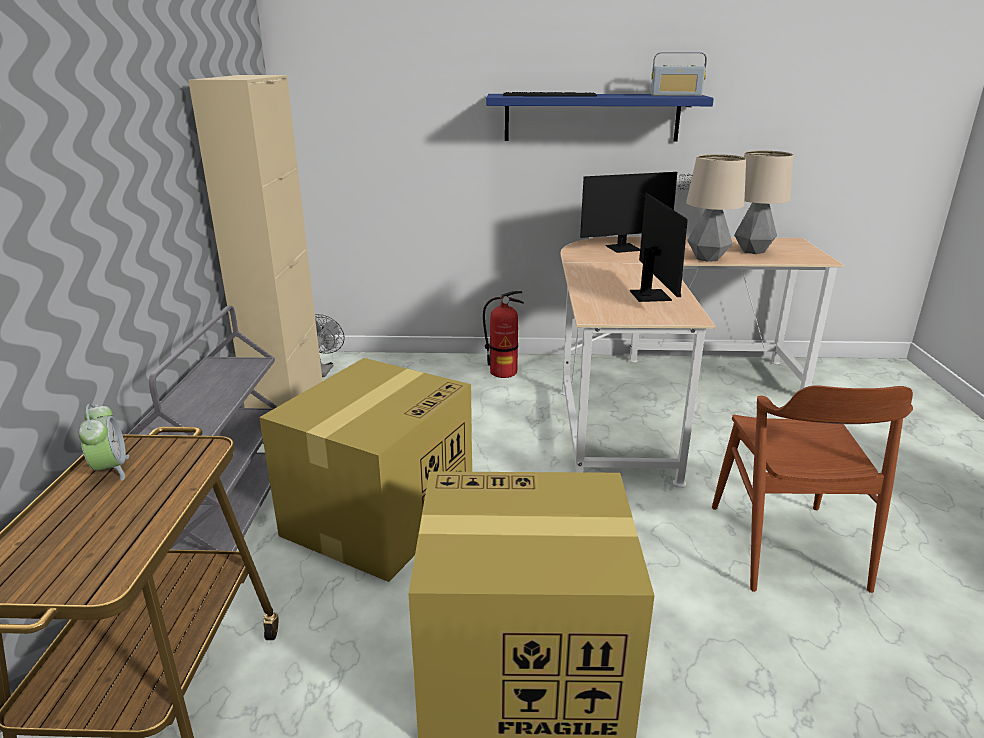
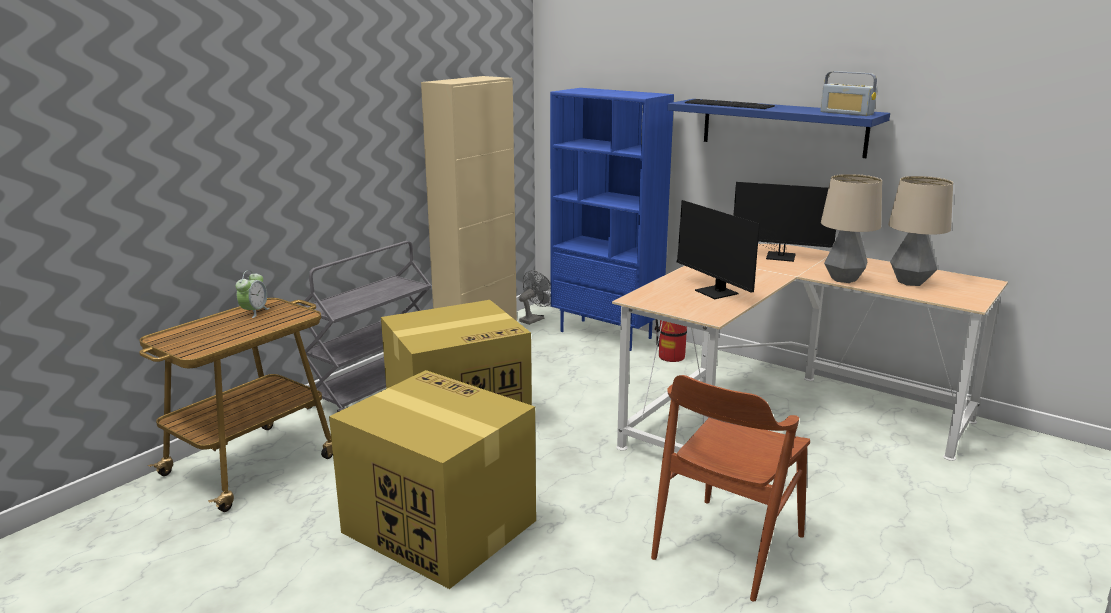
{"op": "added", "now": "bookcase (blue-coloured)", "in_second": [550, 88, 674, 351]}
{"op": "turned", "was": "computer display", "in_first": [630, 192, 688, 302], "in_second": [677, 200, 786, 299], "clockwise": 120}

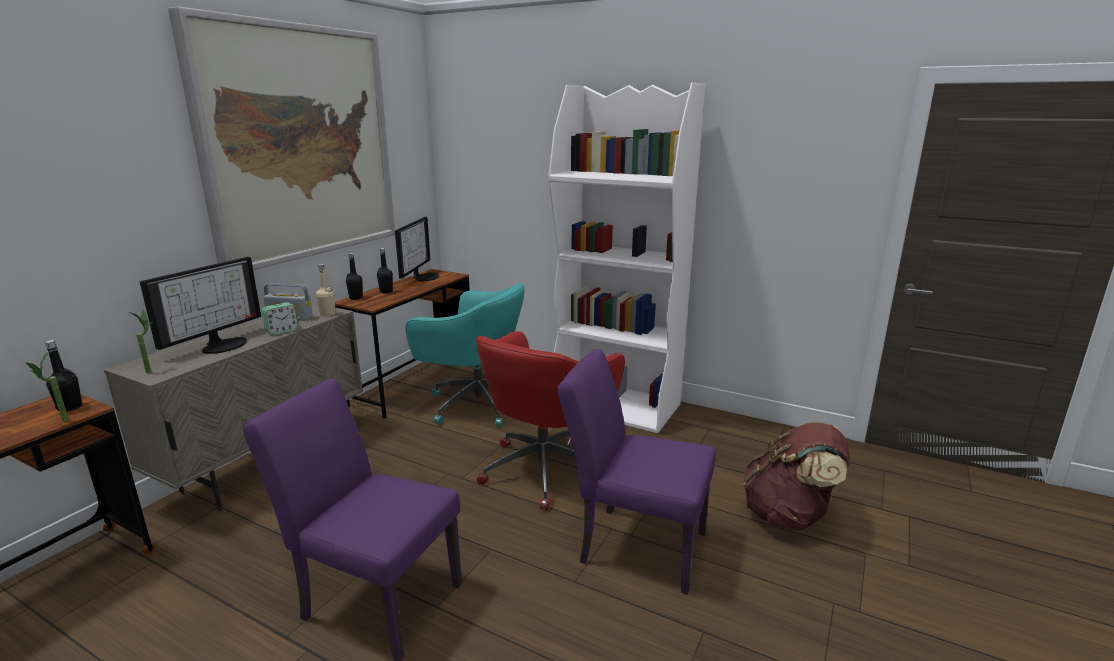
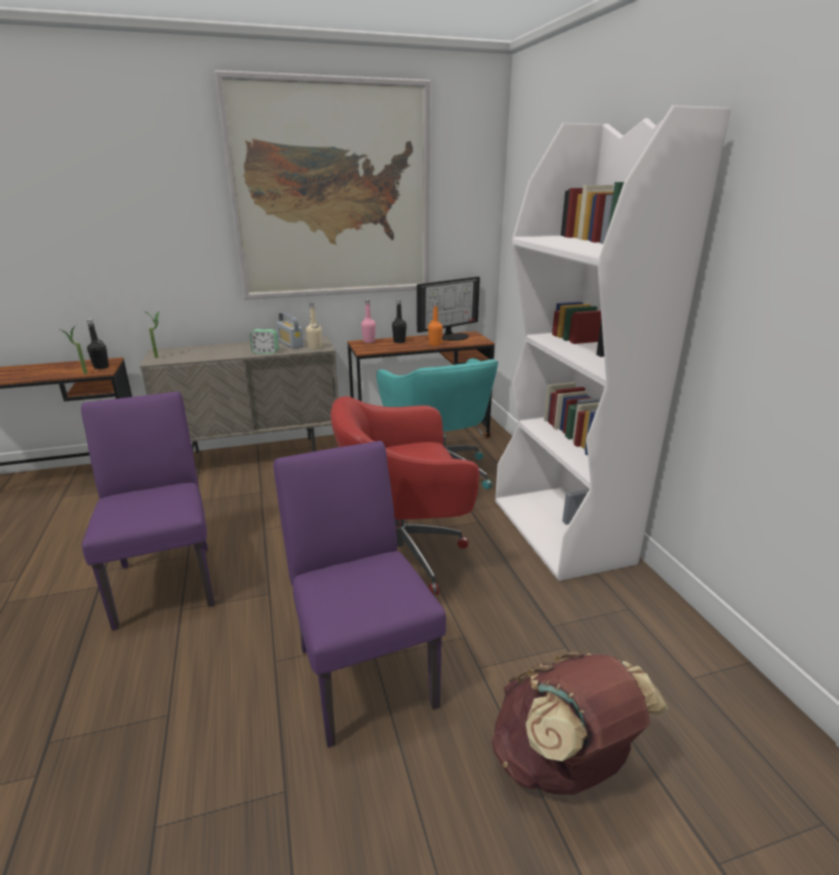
{"op": "recoloured", "was": "bottle (black)", "now": "bottle (pinkish)", "in_first": [346, 253, 363, 300], "in_second": [361, 299, 376, 343]}
{"op": "added", "now": "bottle (orangey)", "in_second": [428, 301, 443, 346]}
{"op": "removed", "was": "computer display", "in_first": [140, 257, 261, 354]}

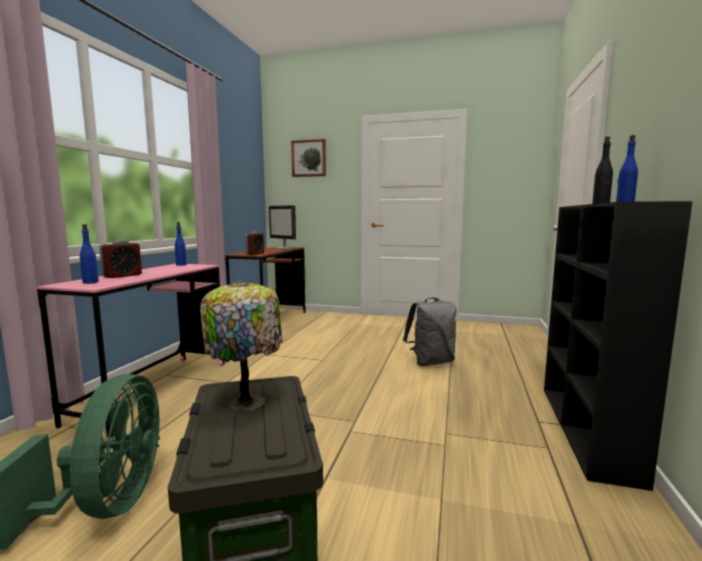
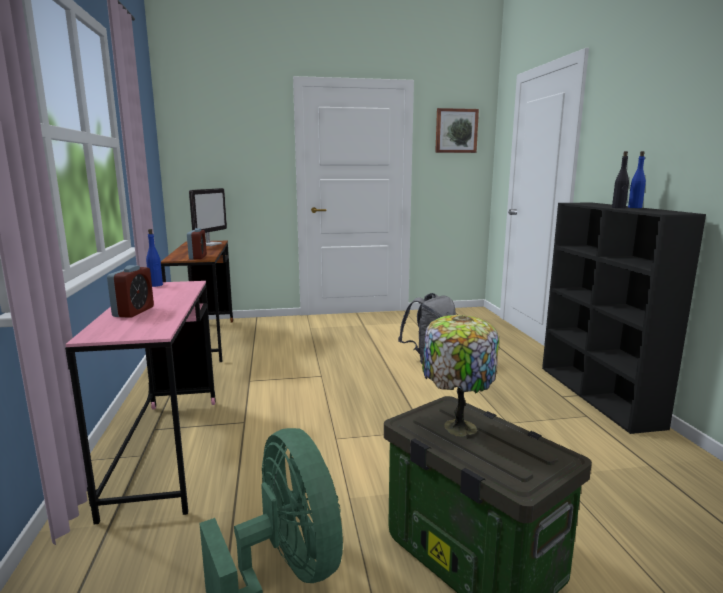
{"op": "turned", "was": "computer display", "in_first": [269, 205, 296, 249], "in_second": [189, 188, 227, 246], "clockwise": -90}
{"op": "moved", "was": "wall picture", "in_first": [291, 139, 326, 177], "in_second": [435, 108, 479, 153]}
{"op": "removed", "was": "bottle (blue-coloured)", "in_first": [80, 224, 99, 284]}

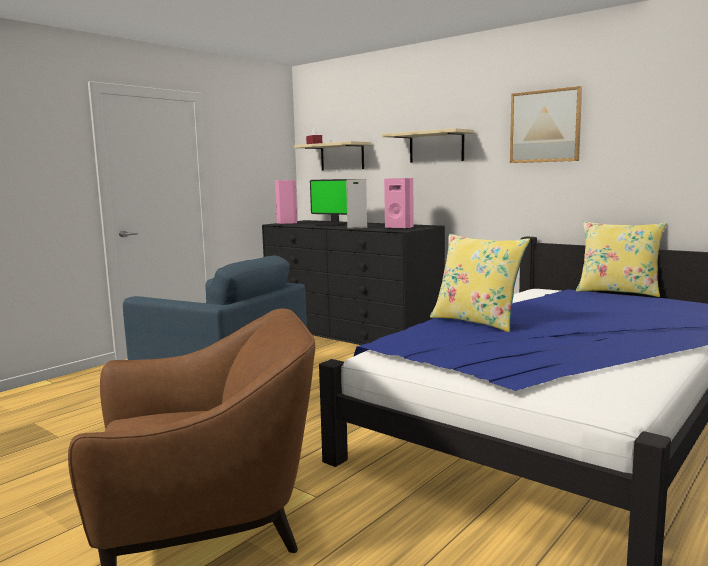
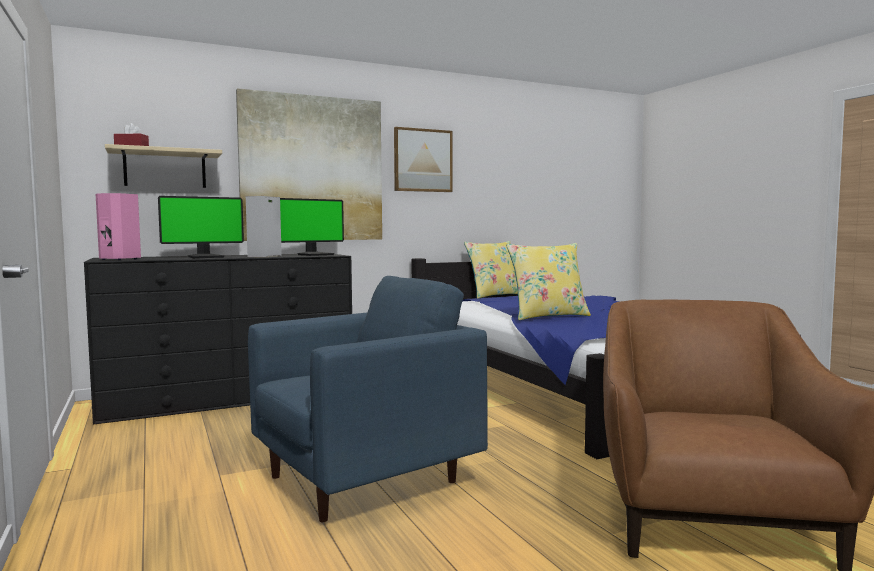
{"op": "replaced", "was": "wall shelf (beige-coloured)", "now": "wall picture", "in_first": [382, 128, 474, 163], "in_second": [236, 88, 382, 241]}
{"op": "replaced", "was": "audio speaker (pinkish)", "now": "computer display", "in_first": [384, 178, 414, 229], "in_second": [280, 198, 344, 256]}

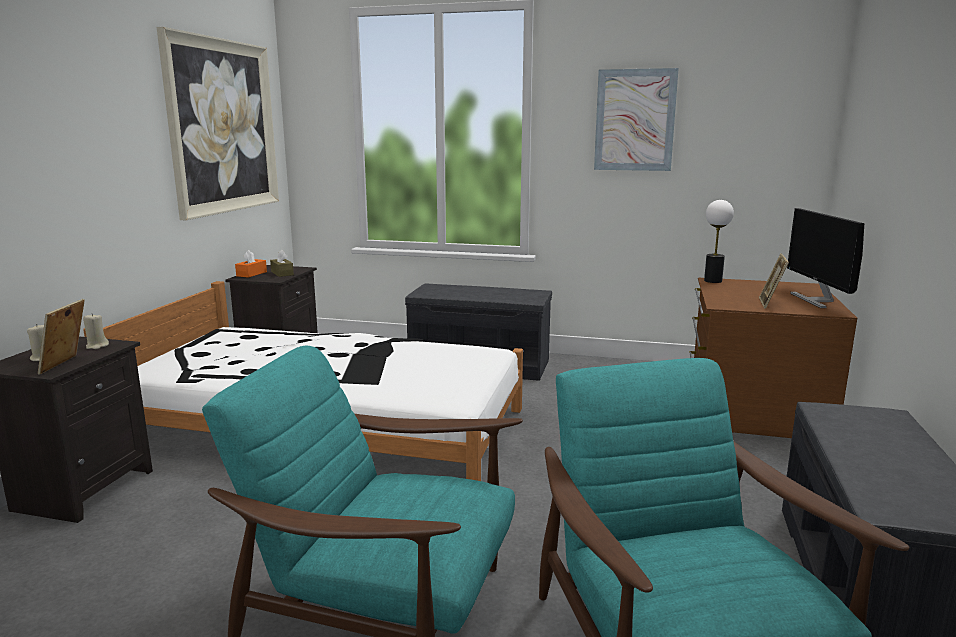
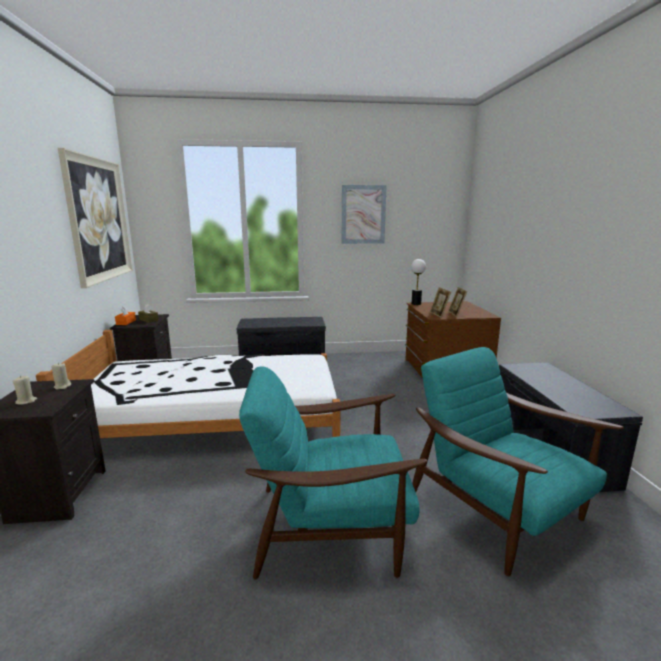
{"op": "moved", "was": "standing frame", "in_first": [38, 299, 85, 375], "in_second": [430, 287, 451, 318]}
{"op": "removed", "was": "computer display", "in_first": [787, 208, 864, 308]}

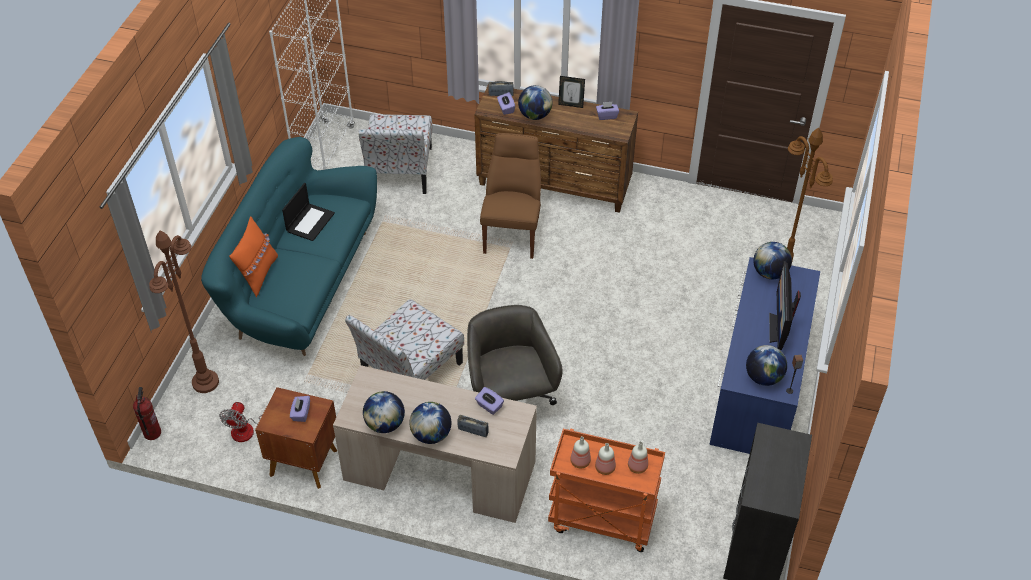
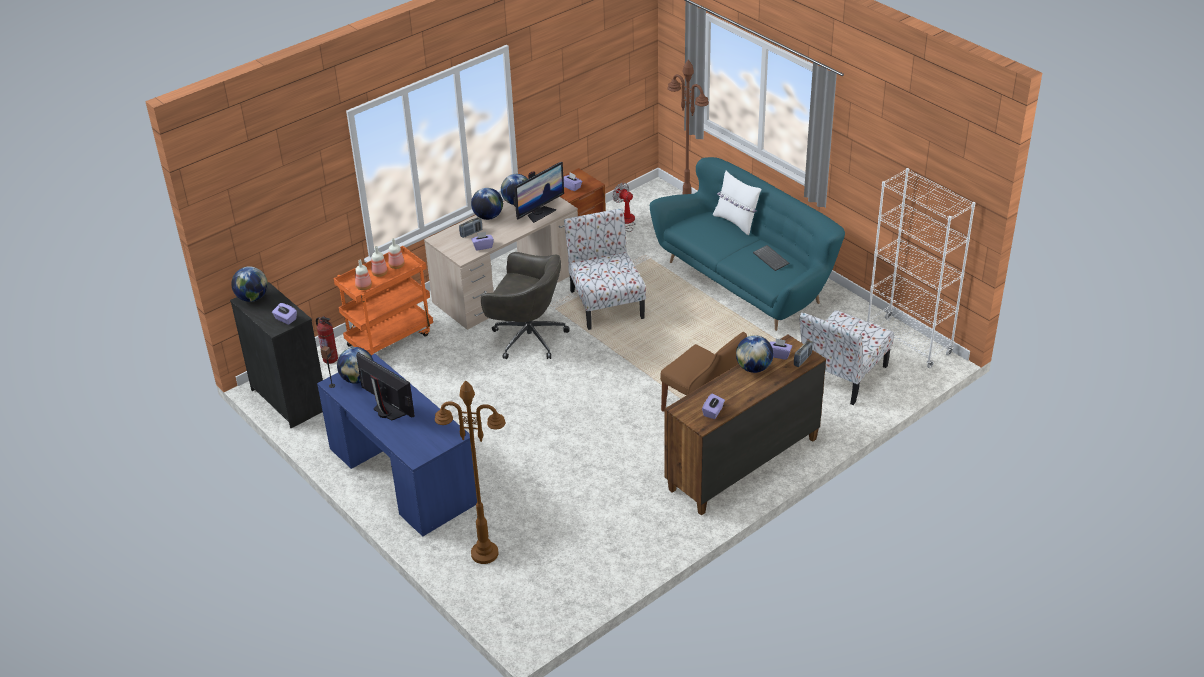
{"op": "moved", "was": "world globe", "in_first": [753, 242, 792, 279], "in_second": [231, 266, 268, 302]}
{"op": "added", "now": "tissue box (purple)", "in_second": [272, 303, 297, 325]}
{"op": "moved", "was": "fire extinguisher", "in_first": [133, 387, 161, 440], "in_second": [316, 316, 338, 364]}
{"op": "added", "now": "computer display", "in_second": [513, 162, 564, 223]}
{"op": "recoloured", "was": "pillow (orangey)", "now": "pillow (white)", "in_first": [229, 216, 278, 297], "in_second": [713, 171, 761, 235]}
{"op": "replaced", "was": "portable computer", "now": "PC keyboard", "in_first": [282, 183, 335, 241], "in_second": [753, 245, 789, 271]}
{"op": "turned", "was": "chair", "in_first": [358, 114, 432, 194], "in_second": [799, 310, 894, 405], "clockwise": -90}
{"op": "removed", "was": "standing frame", "in_first": [558, 76, 585, 108]}

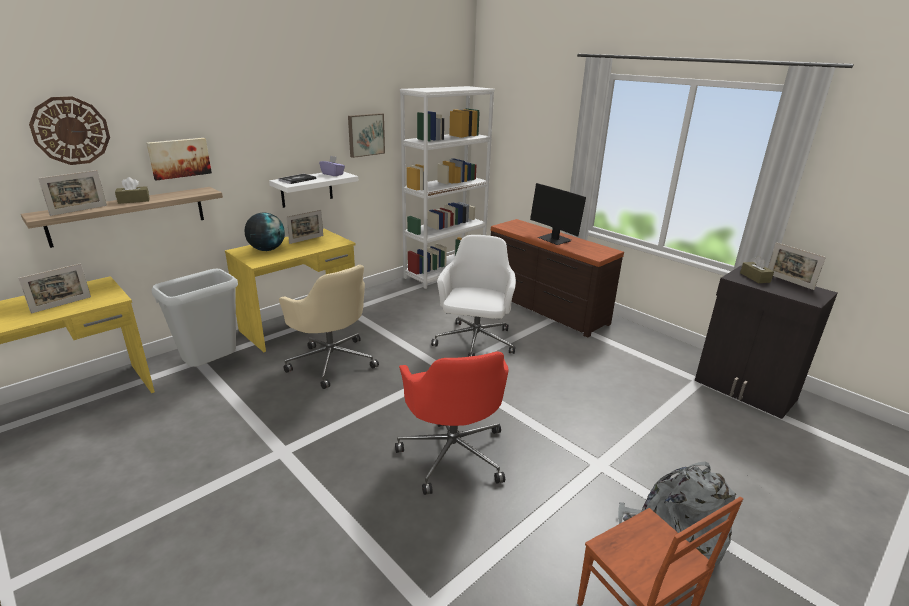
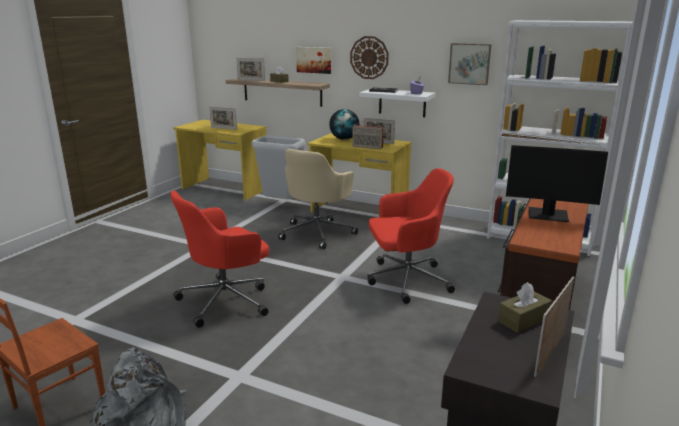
{"op": "moved", "was": "clock on the wall", "in_first": [29, 96, 110, 165], "in_second": [350, 36, 389, 79]}
{"op": "added", "now": "radio", "in_second": [352, 121, 384, 149]}
{"op": "recoloured", "was": "desk chair (white)", "now": "desk chair (red)", "in_first": [431, 235, 516, 357], "in_second": [367, 168, 455, 304]}
{"op": "turned", "was": "computer display", "in_first": [530, 183, 586, 245], "in_second": [506, 145, 608, 222], "clockwise": -105}

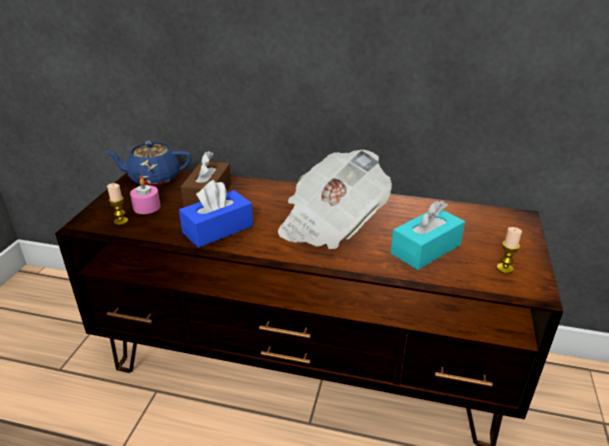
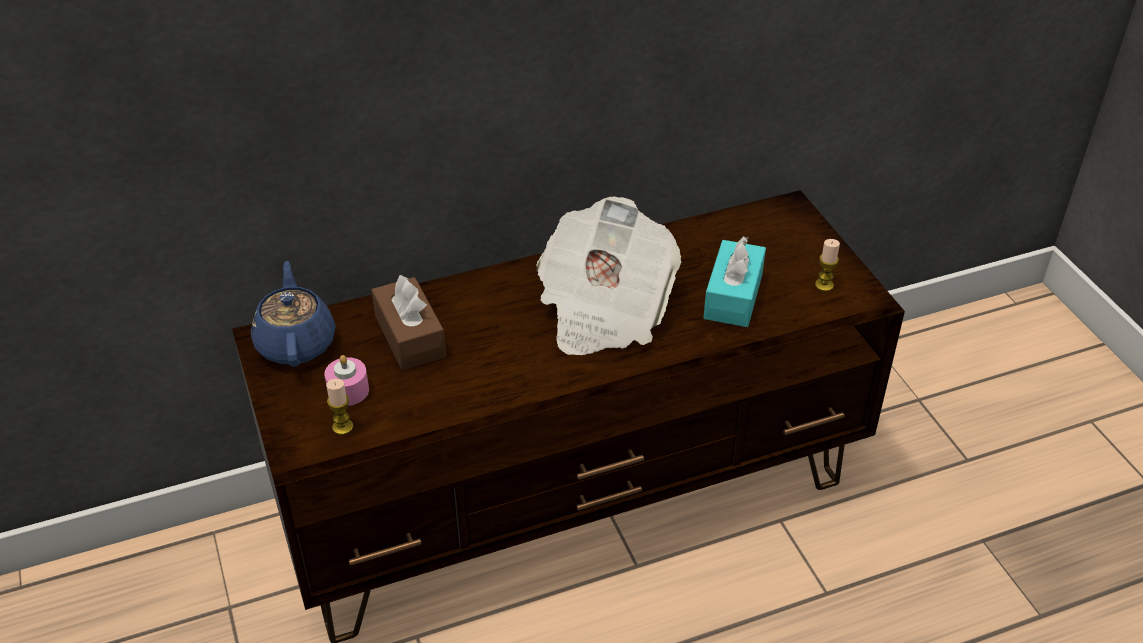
{"op": "turned", "was": "teapot (blue-coloured)", "in_first": [105, 141, 192, 187], "in_second": [251, 261, 336, 367], "clockwise": 120}
{"op": "removed", "was": "tissue box (blue-coloured)", "in_first": [179, 180, 253, 248]}

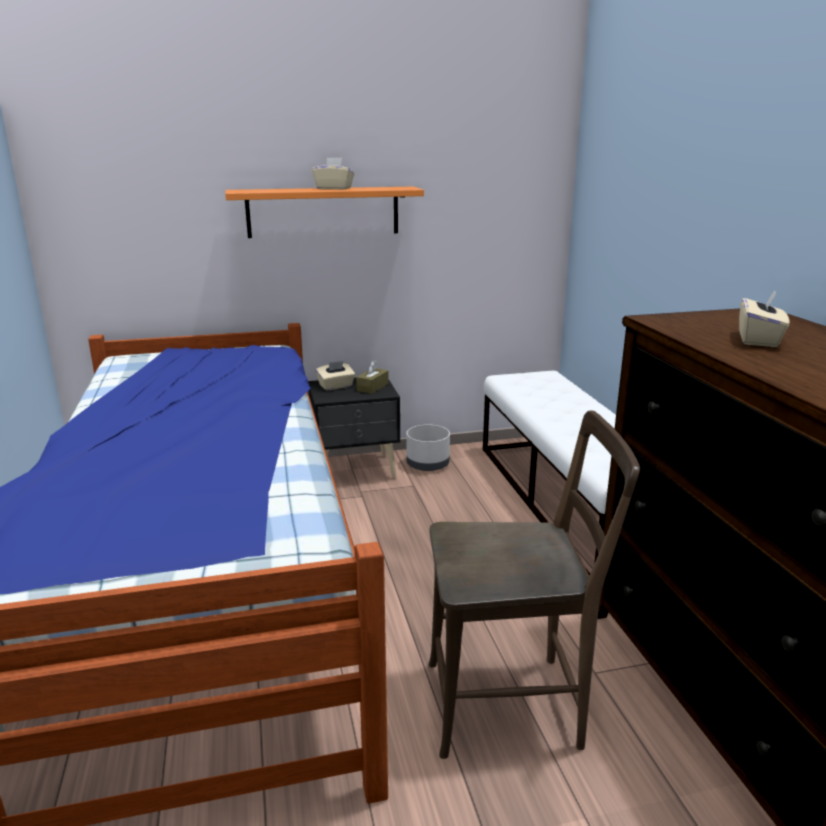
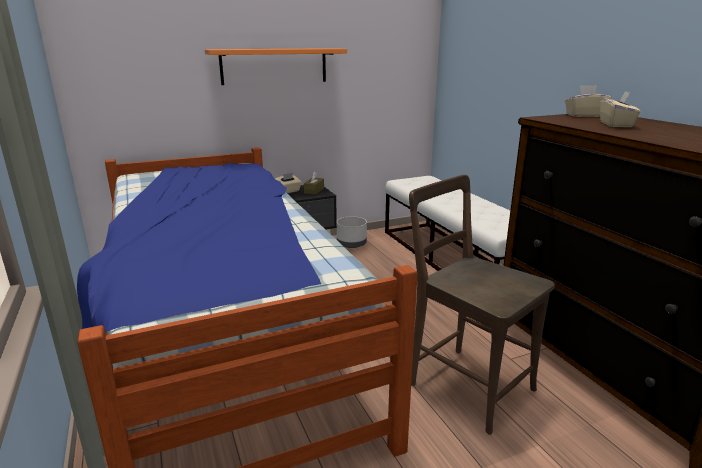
{"op": "turned", "was": "chair (brownish)", "in_first": [429, 410, 640, 759], "in_second": [409, 175, 555, 435], "clockwise": -120}
{"op": "moved", "was": "tissue box (beige-coloured)", "in_first": [312, 157, 354, 190], "in_second": [565, 85, 612, 117]}

